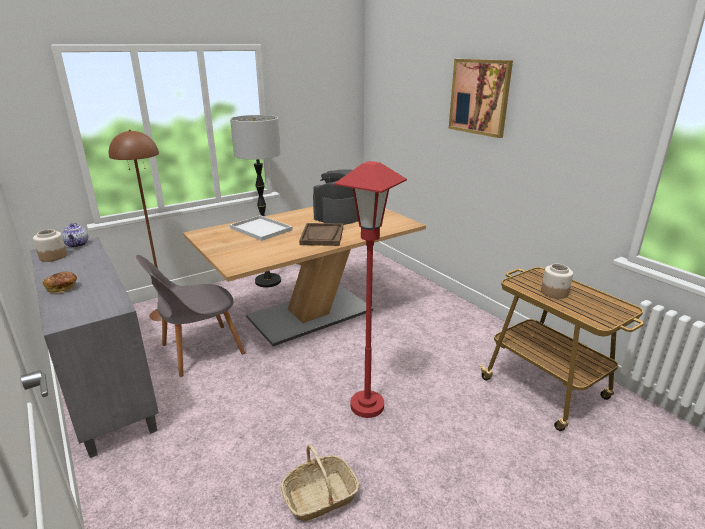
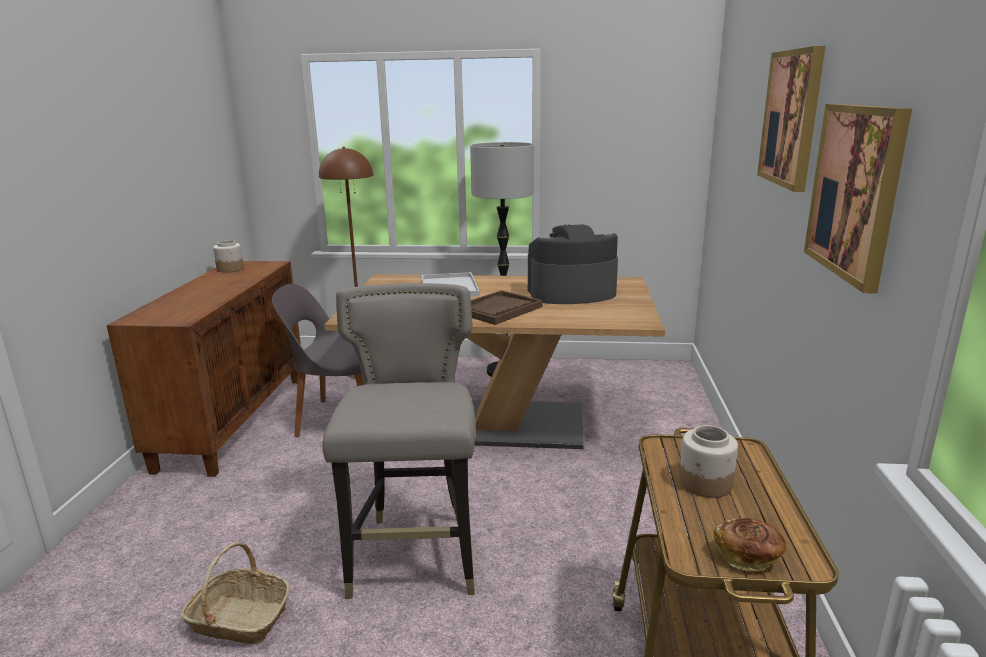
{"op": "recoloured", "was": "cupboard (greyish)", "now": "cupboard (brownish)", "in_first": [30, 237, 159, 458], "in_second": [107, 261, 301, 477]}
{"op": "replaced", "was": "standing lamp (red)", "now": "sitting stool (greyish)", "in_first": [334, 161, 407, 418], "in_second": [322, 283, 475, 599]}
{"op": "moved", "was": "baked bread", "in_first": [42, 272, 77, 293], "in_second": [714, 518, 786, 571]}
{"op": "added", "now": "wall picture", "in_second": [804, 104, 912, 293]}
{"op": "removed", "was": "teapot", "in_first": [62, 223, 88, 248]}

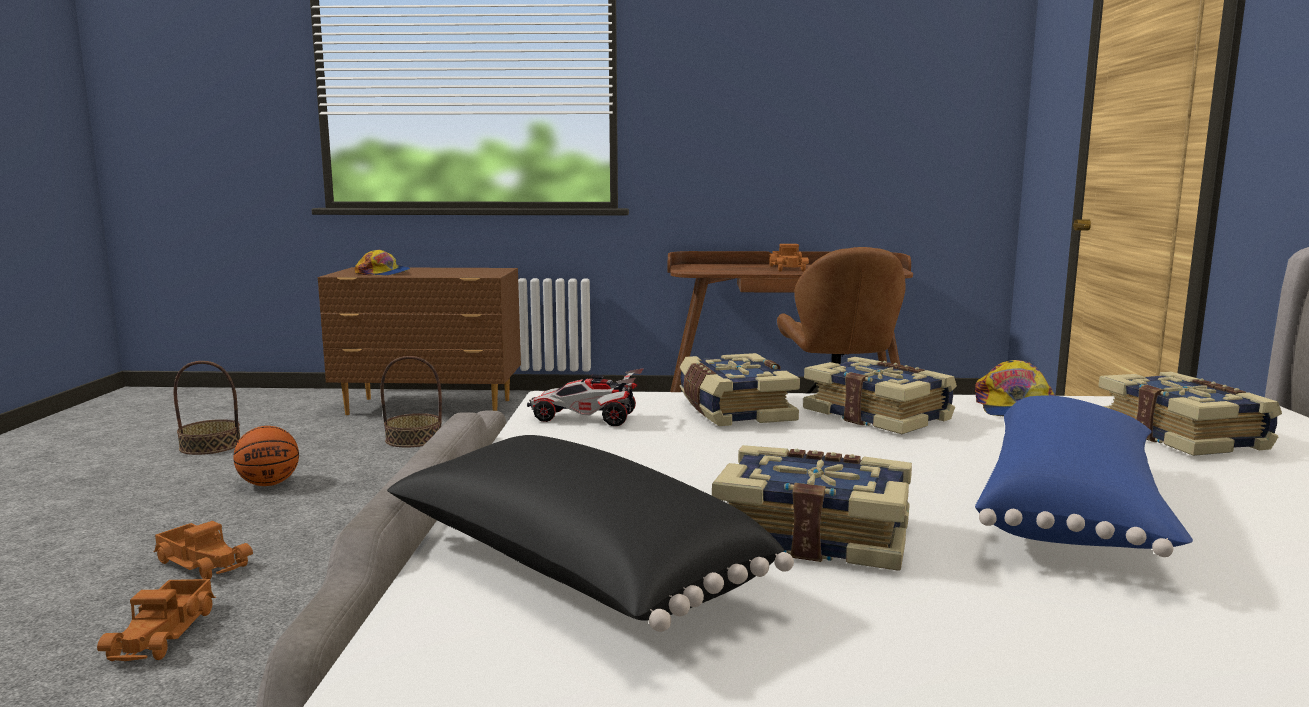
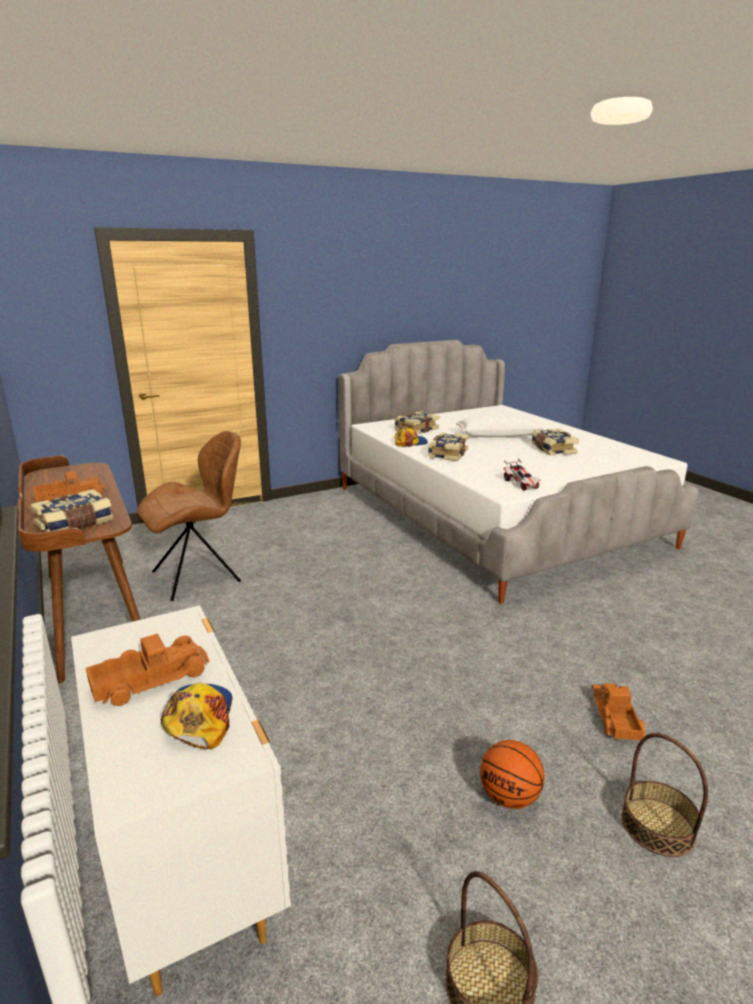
{"op": "moved", "was": "volume", "in_first": [680, 353, 800, 426], "in_second": [30, 489, 113, 532]}
{"op": "recoloured", "was": "chest of drawers (brownish)", "now": "chest of drawers (white)", "in_first": [318, 267, 521, 415], "in_second": [71, 605, 291, 997]}
{"op": "moved", "was": "model truck", "in_first": [97, 579, 216, 661], "in_second": [86, 634, 210, 706]}
{"op": "recoloured", "was": "pillow (blue-coloured)", "now": "pillow (white)", "in_first": [975, 395, 1193, 557], "in_second": [456, 413, 544, 437]}
{"op": "moved", "was": "household basket", "in_first": [380, 356, 442, 448], "in_second": [621, 733, 708, 857]}
{"op": "removed", "was": "pillow (black)", "in_first": [387, 435, 794, 632]}

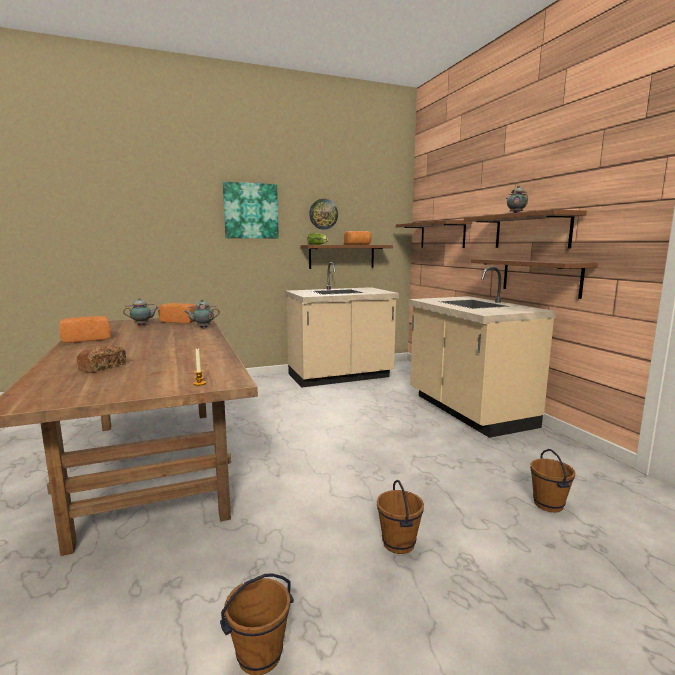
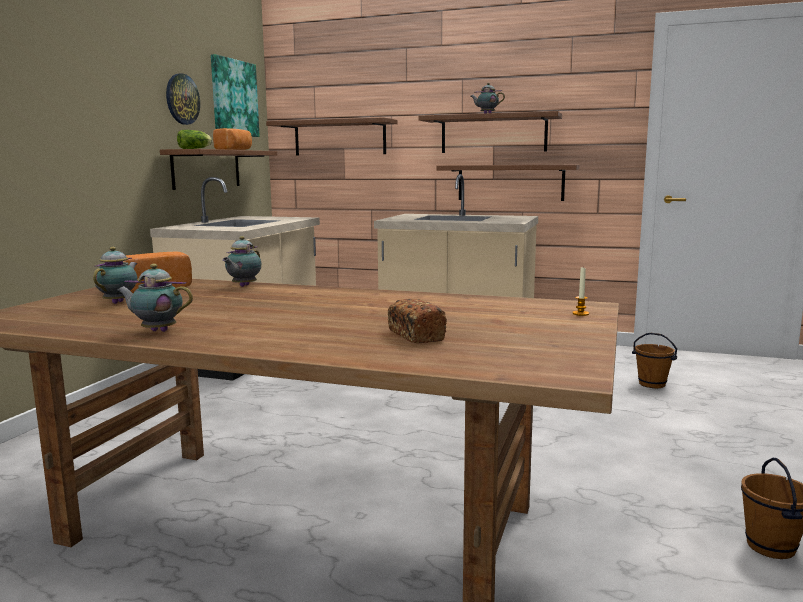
{"op": "replaced", "was": "baked bread", "now": "teapot", "in_first": [59, 316, 110, 343], "in_second": [117, 264, 193, 332]}
{"op": "moved", "was": "wall picture", "in_first": [223, 182, 279, 238], "in_second": [211, 54, 260, 137]}
{"op": "removed", "was": "bucket (brownish)", "in_first": [377, 480, 424, 554]}

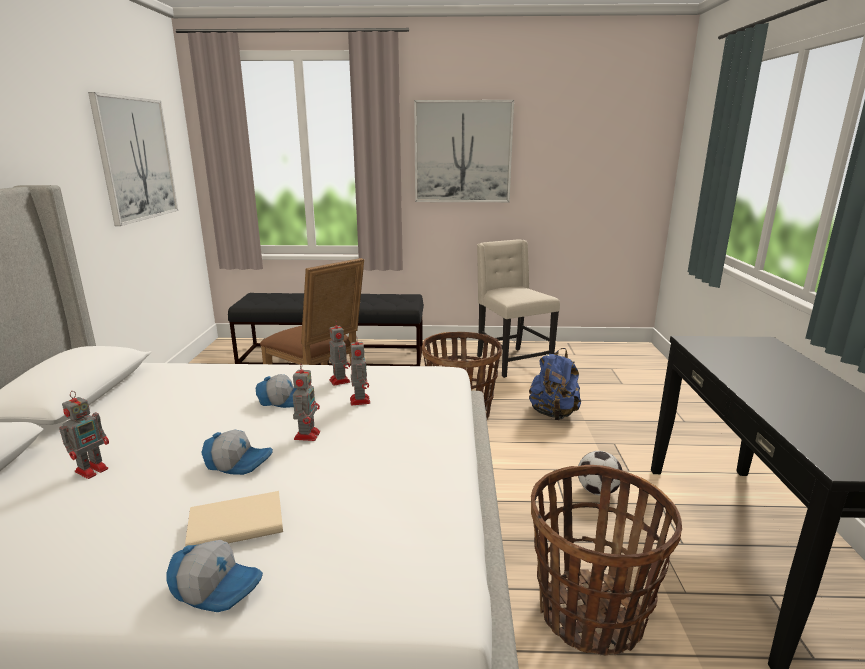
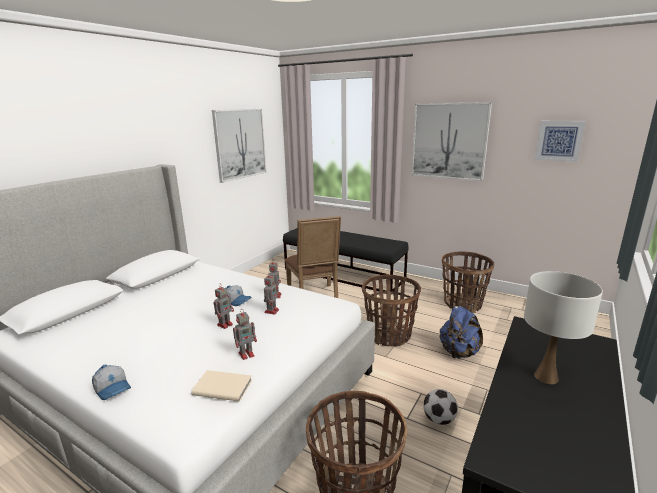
{"op": "moved", "was": "volume (beige-coloured)", "in_first": [185, 491, 283, 547], "in_second": [191, 370, 252, 401]}
{"op": "moved", "was": "model robot", "in_first": [59, 391, 109, 479], "in_second": [233, 310, 257, 360]}
{"op": "replaced", "was": "chair (beige-coloured)", "now": "household basket", "in_first": [477, 239, 560, 378], "in_second": [442, 251, 494, 313]}
{"op": "added", "now": "lamp for a table (white)", "in_second": [524, 271, 603, 384]}
{"op": "added", "now": "wall picture", "in_second": [535, 121, 586, 162]}
{"op": "removed", "was": "peaked cap", "in_first": [201, 429, 273, 475]}

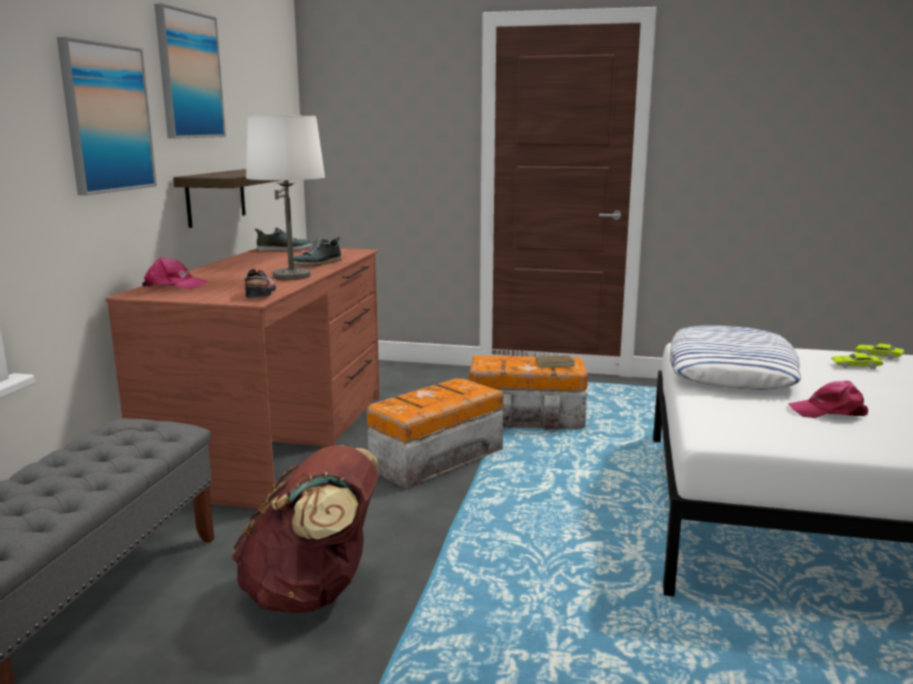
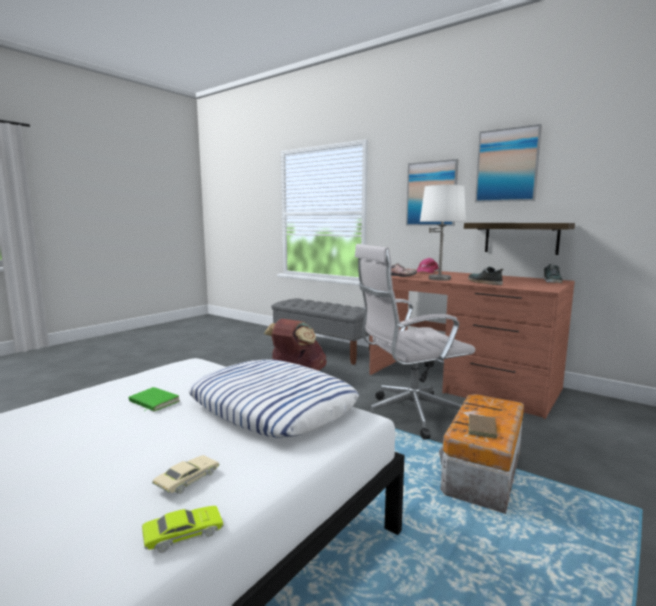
{"op": "replaced", "was": "peaked cap (pinkish)", "now": "volume (green-coloured)", "in_first": [788, 381, 868, 418], "in_second": [129, 387, 179, 411]}
{"op": "recoloured", "was": "model car (green-coloured)", "now": "model car (beige-coloured)", "in_first": [831, 353, 884, 369], "in_second": [152, 455, 220, 494]}
{"op": "replaced", "was": "storage container", "now": "desk chair (white)", "in_first": [367, 379, 504, 489], "in_second": [355, 244, 475, 440]}

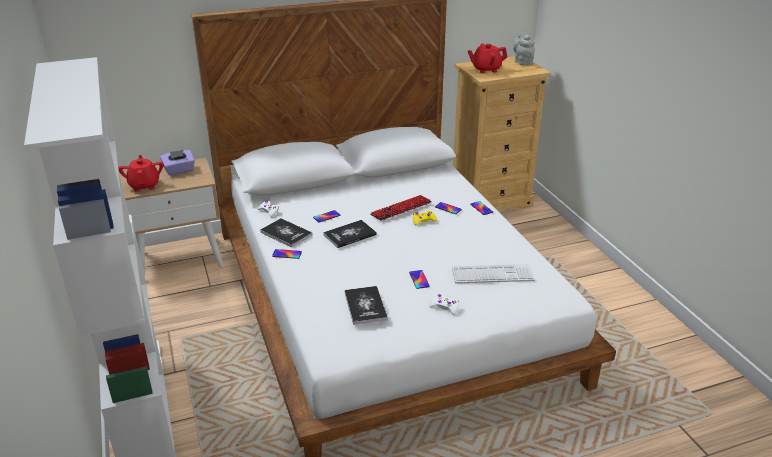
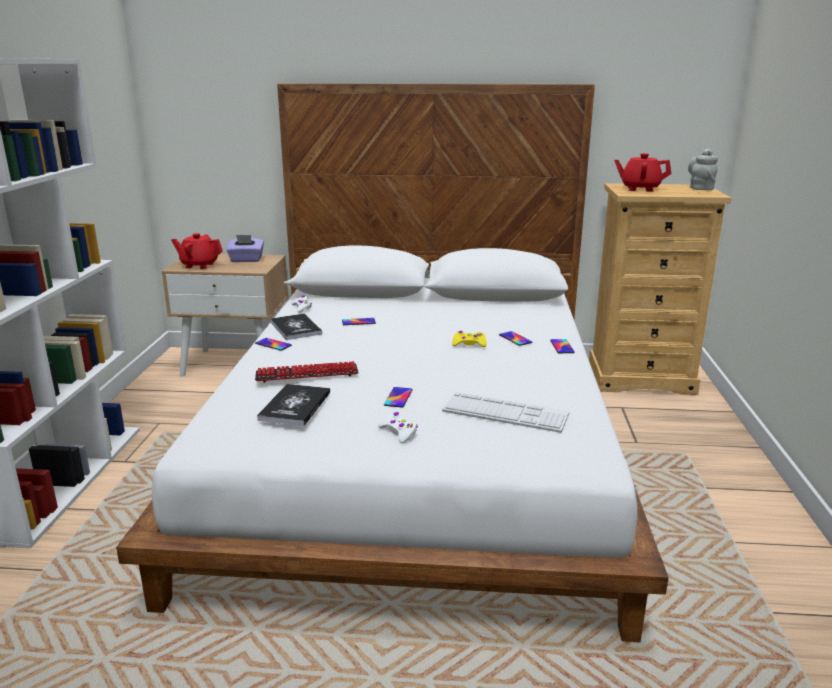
{"op": "turned", "was": "teapot (red)", "in_first": [118, 155, 164, 191], "in_second": [171, 233, 223, 269], "clockwise": -90}
{"op": "moved", "was": "PC keyboard", "in_first": [370, 195, 432, 221], "in_second": [255, 361, 359, 383]}
{"op": "removed", "was": "volume", "in_first": [323, 220, 377, 248]}

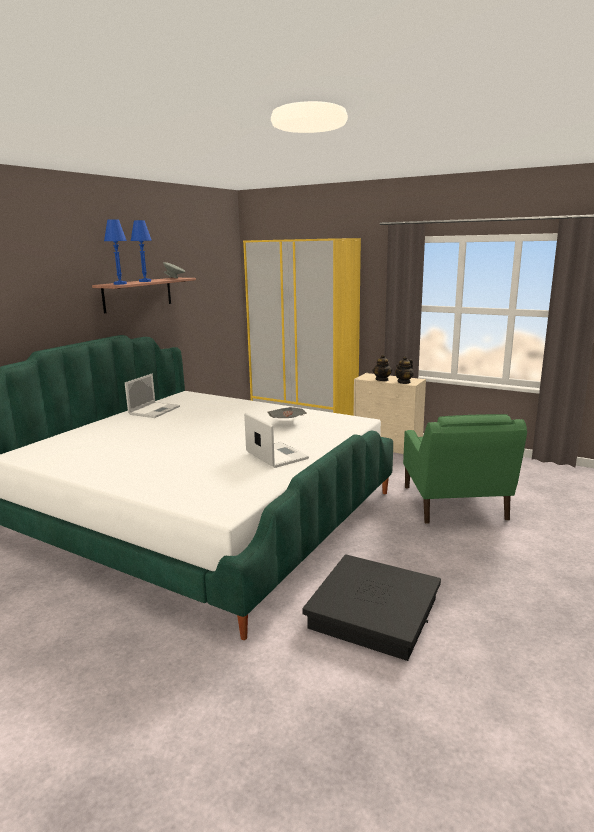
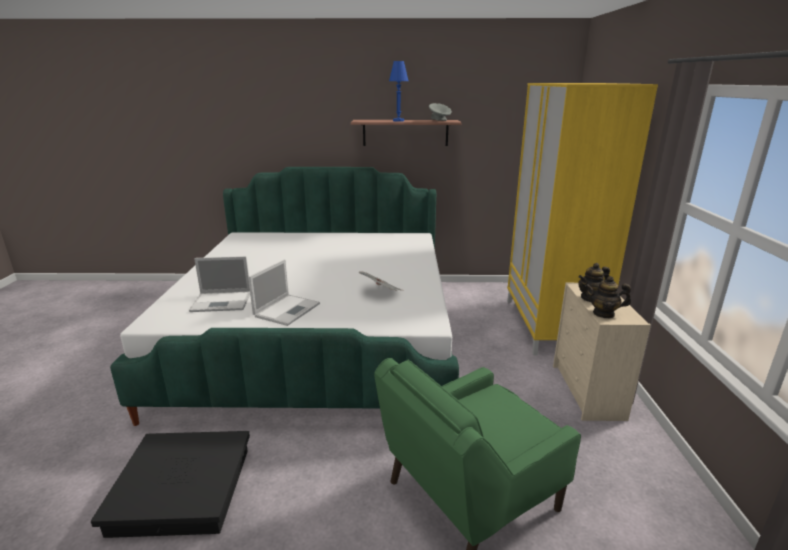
{"op": "moved", "was": "portable computer", "in_first": [125, 373, 180, 418], "in_second": [189, 256, 250, 312]}
{"op": "removed", "was": "lamp for a table (blue-coloured)", "in_first": [104, 219, 127, 285]}

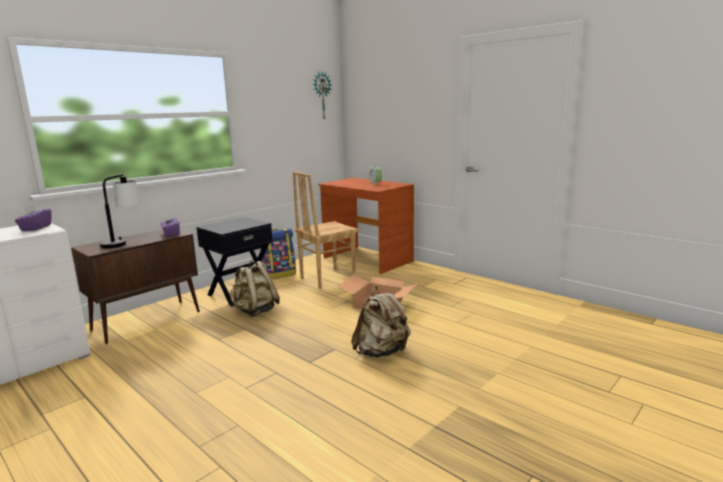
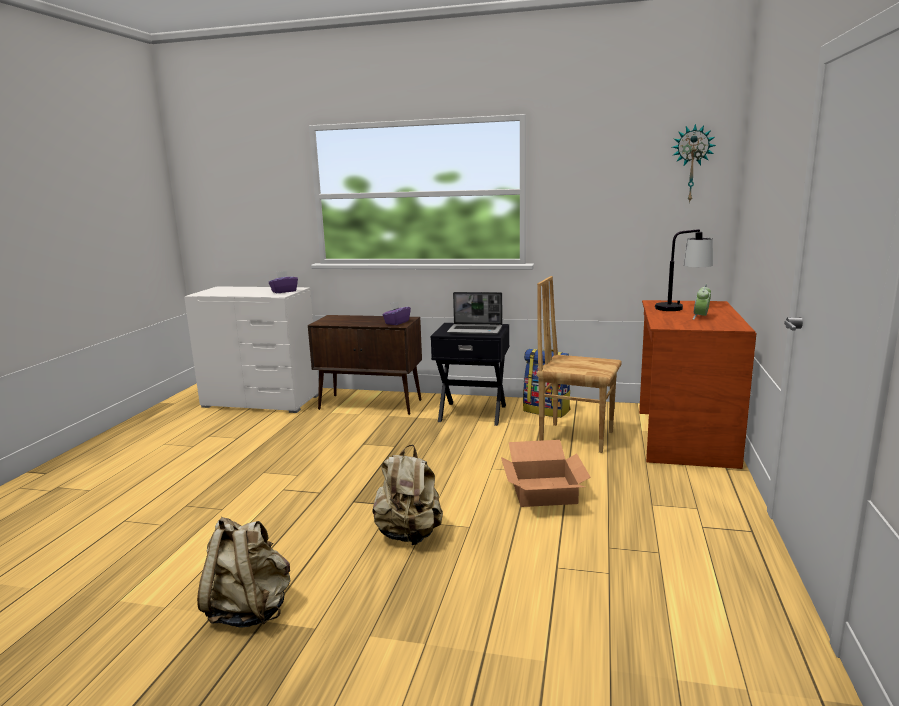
{"op": "moved", "was": "knapsack (beige-coloured)", "in_first": [230, 260, 280, 317], "in_second": [197, 517, 291, 628]}
{"op": "added", "now": "portable computer", "in_second": [447, 292, 503, 335]}
{"op": "moved", "was": "lamp for a table", "in_first": [100, 174, 141, 248], "in_second": [655, 229, 713, 311]}

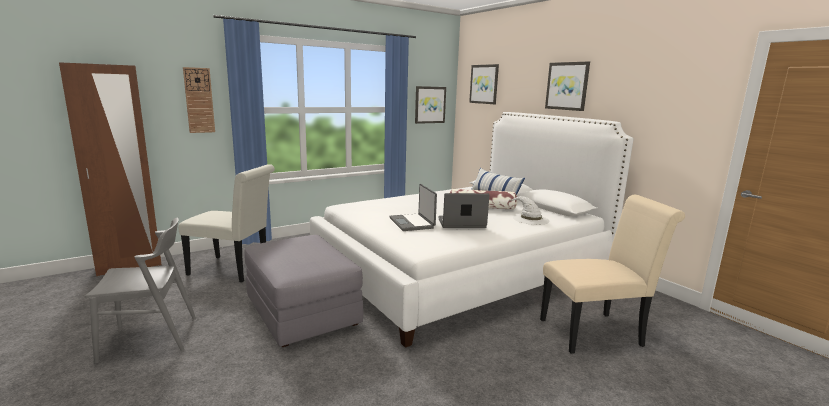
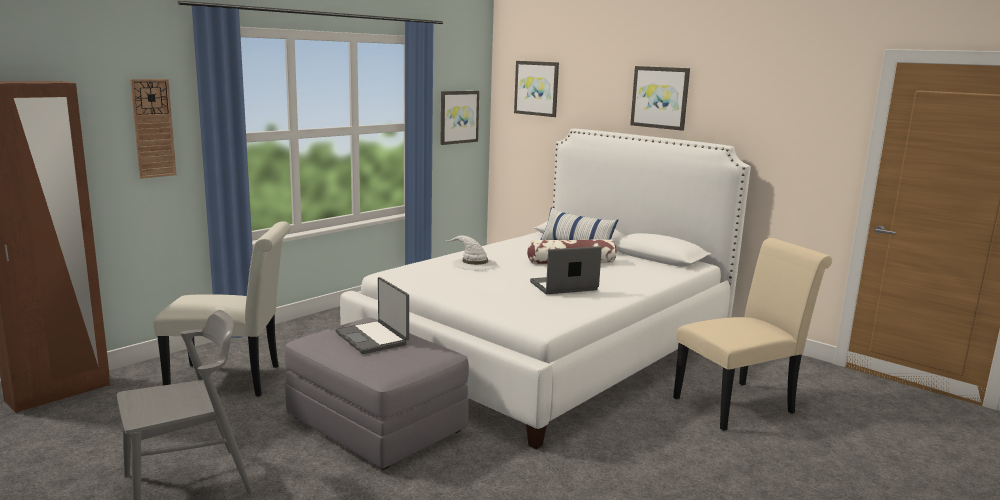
{"op": "moved", "was": "portable computer", "in_first": [389, 184, 437, 231], "in_second": [335, 277, 409, 354]}
{"op": "moved", "was": "wearable hat (white)", "in_first": [508, 196, 550, 225], "in_second": [446, 235, 498, 270]}

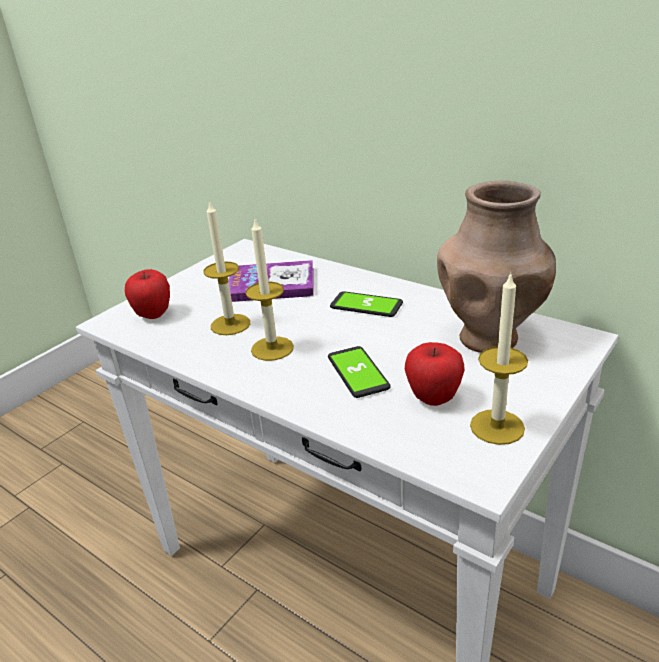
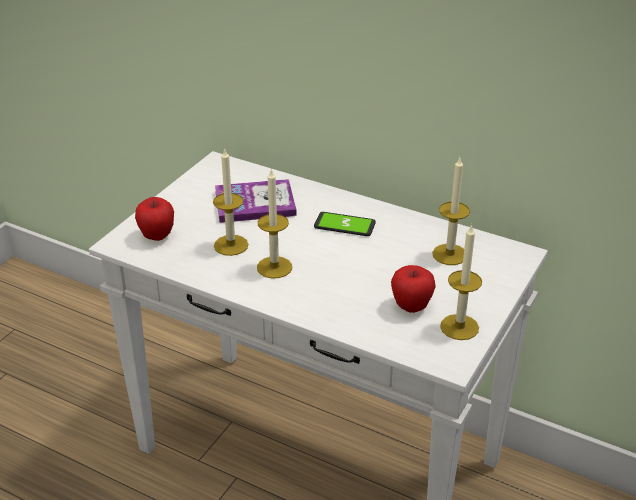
{"op": "replaced", "was": "decorative vase (brownish)", "now": "wax light", "in_first": [437, 181, 556, 353], "in_second": [432, 158, 470, 265]}
{"op": "removed", "was": "handset", "in_first": [328, 346, 391, 398]}

